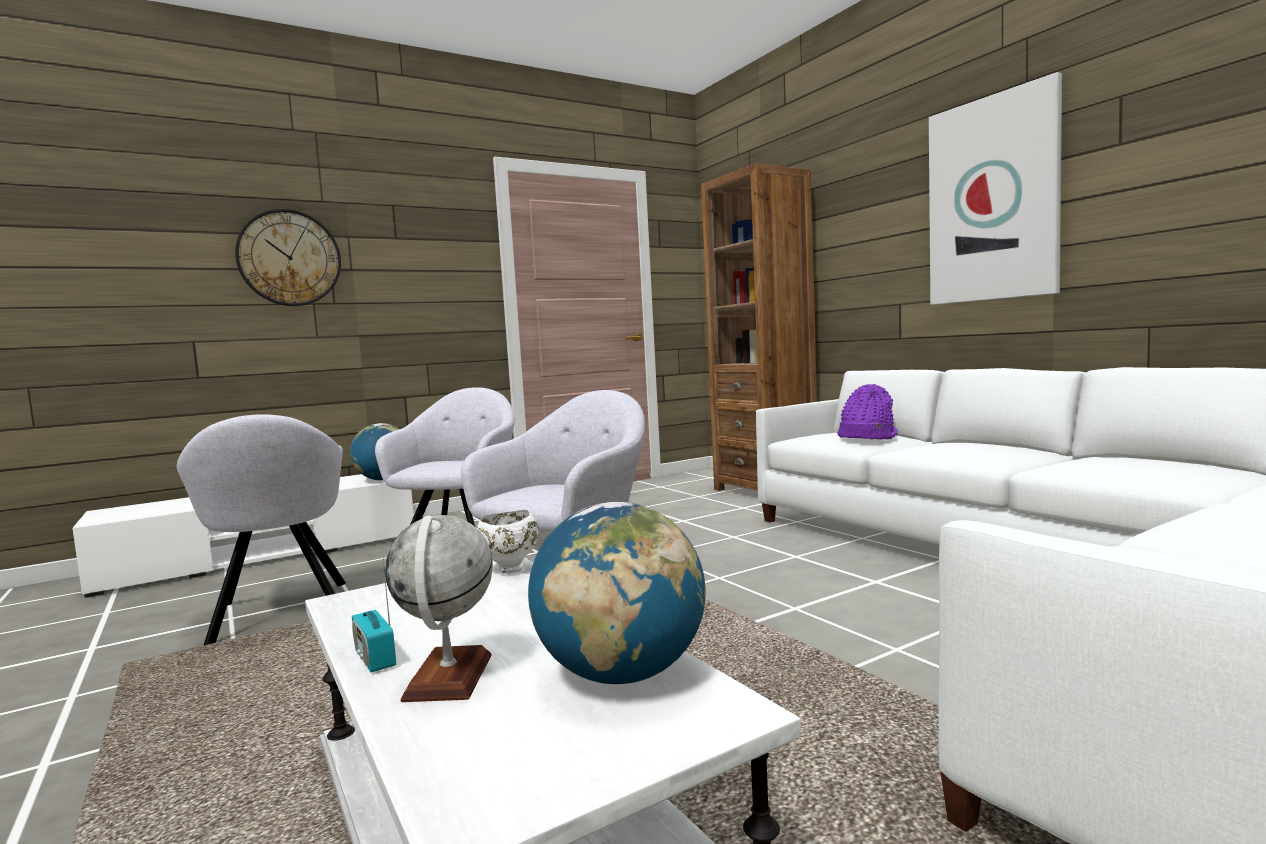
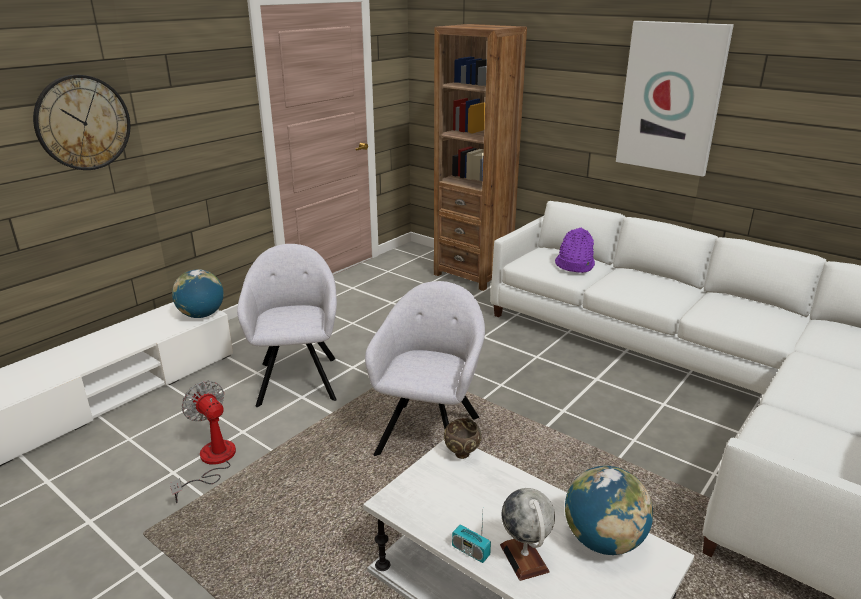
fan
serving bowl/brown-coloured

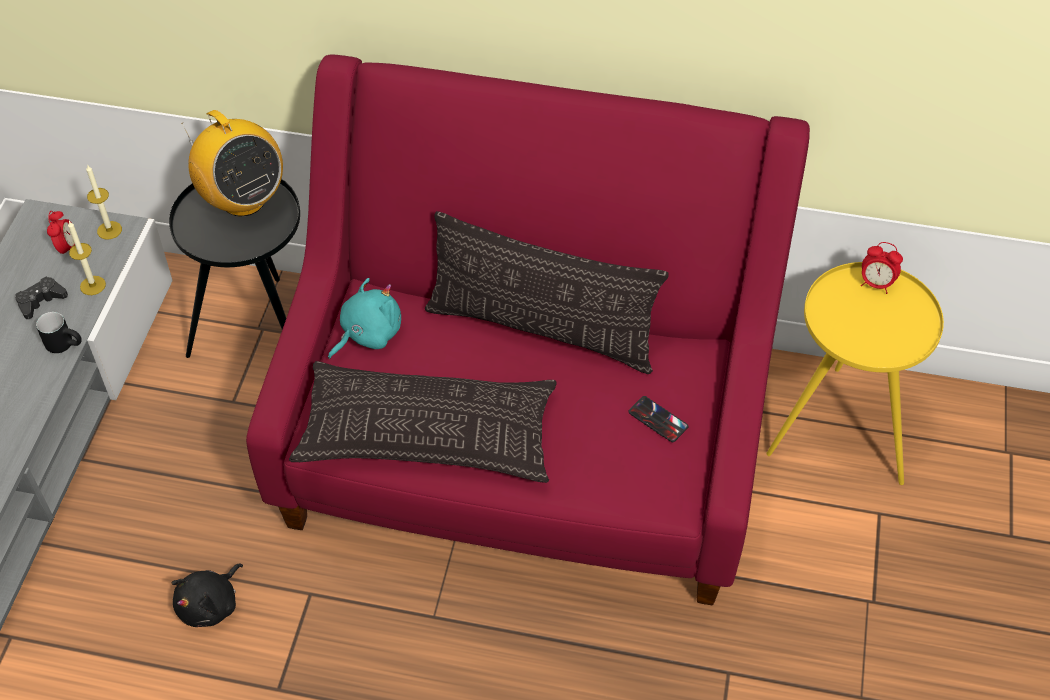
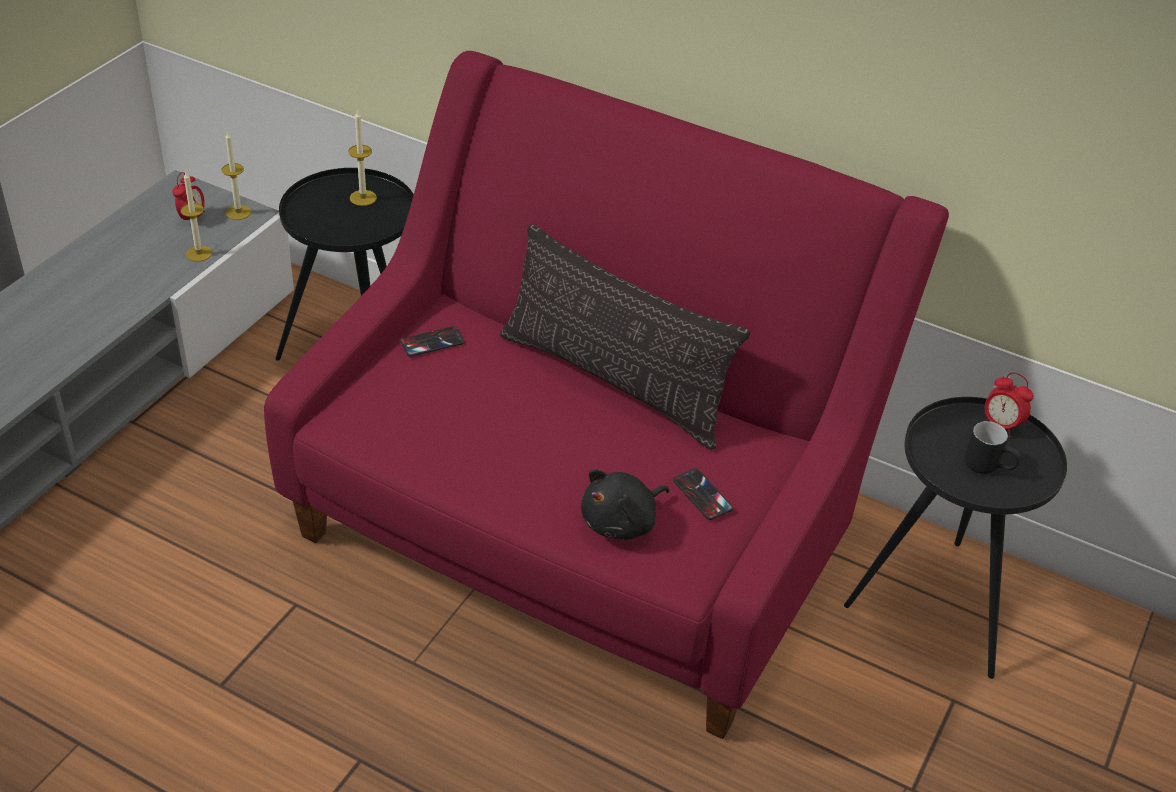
game controller/blackish
mug/blackish
soft toy/blackish
wax light (3rd from left)
cushion (1st from left in the first image)
telephone (1st from left)
accent table/blackish (2nd from left)

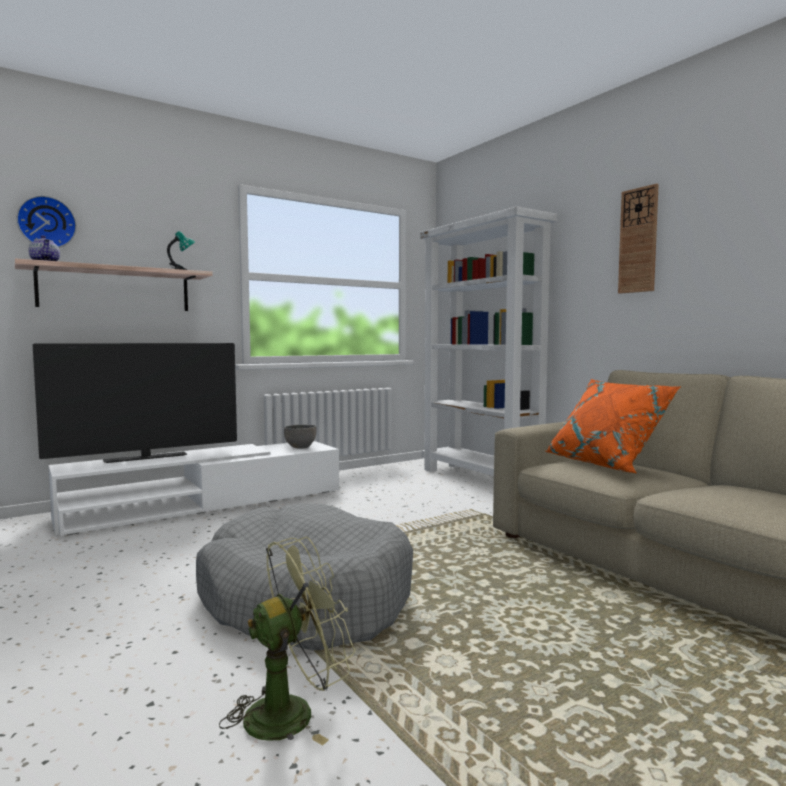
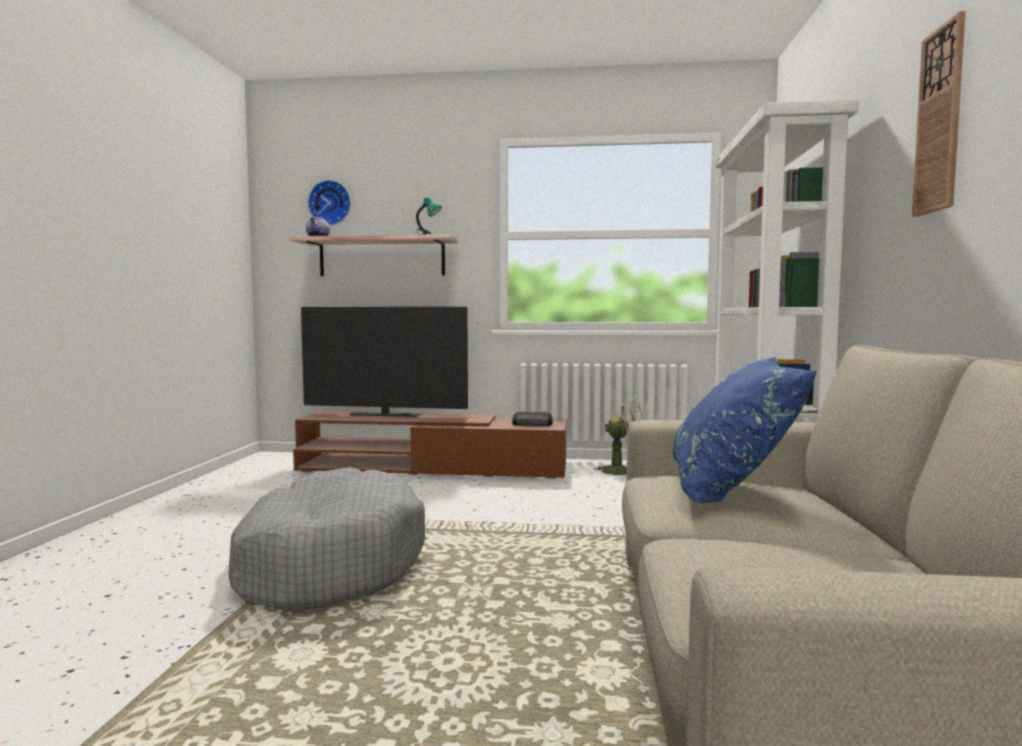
media console/brown-coloured
fan/greenish
radio receiver
cushion/blue

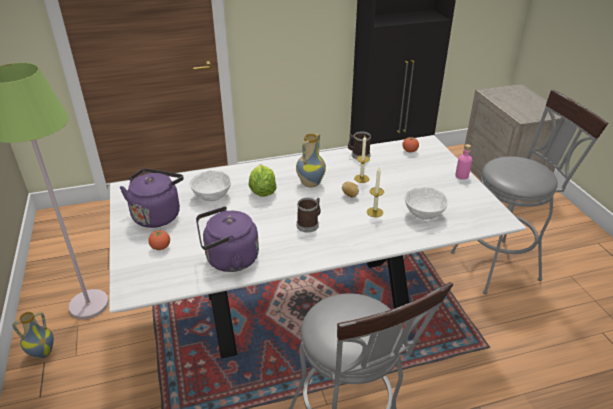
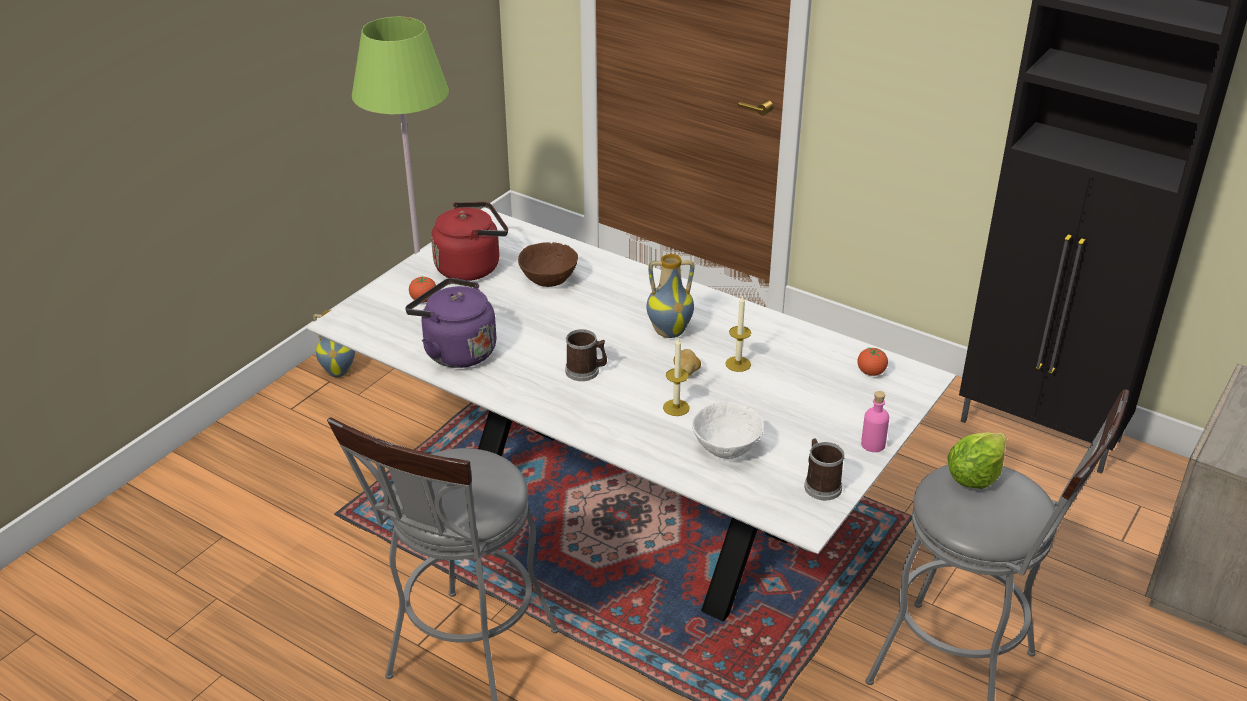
water kettle/reddish
serving bowl/brown-coloured
lettuce
mug (2nd from left)

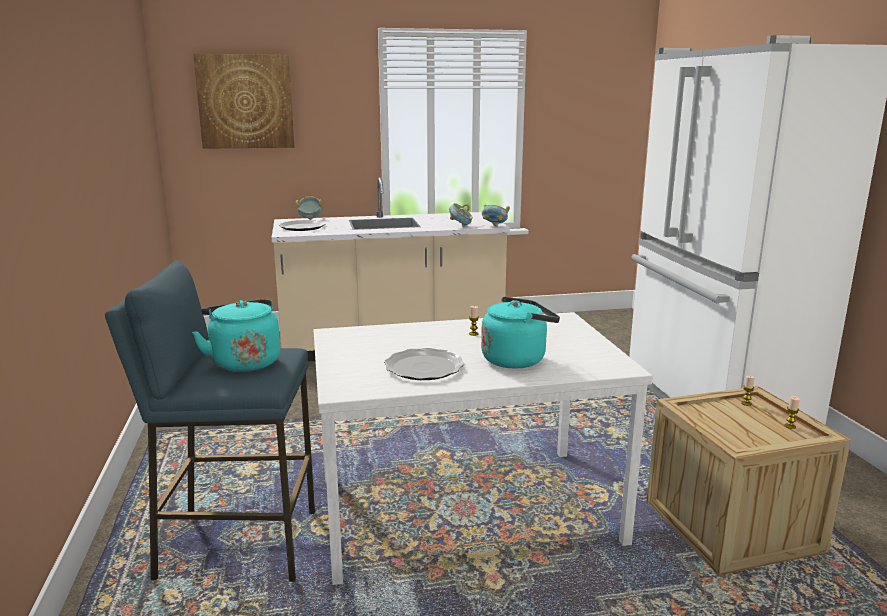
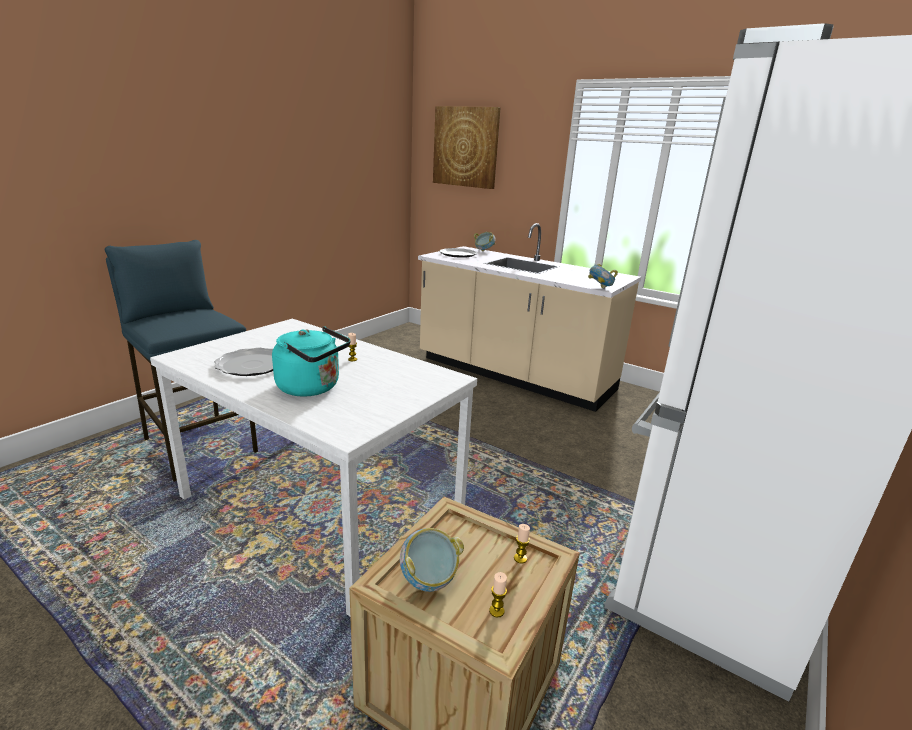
water kettle/blue-green (1st from left in the first image)
serving bowl (1st from left)

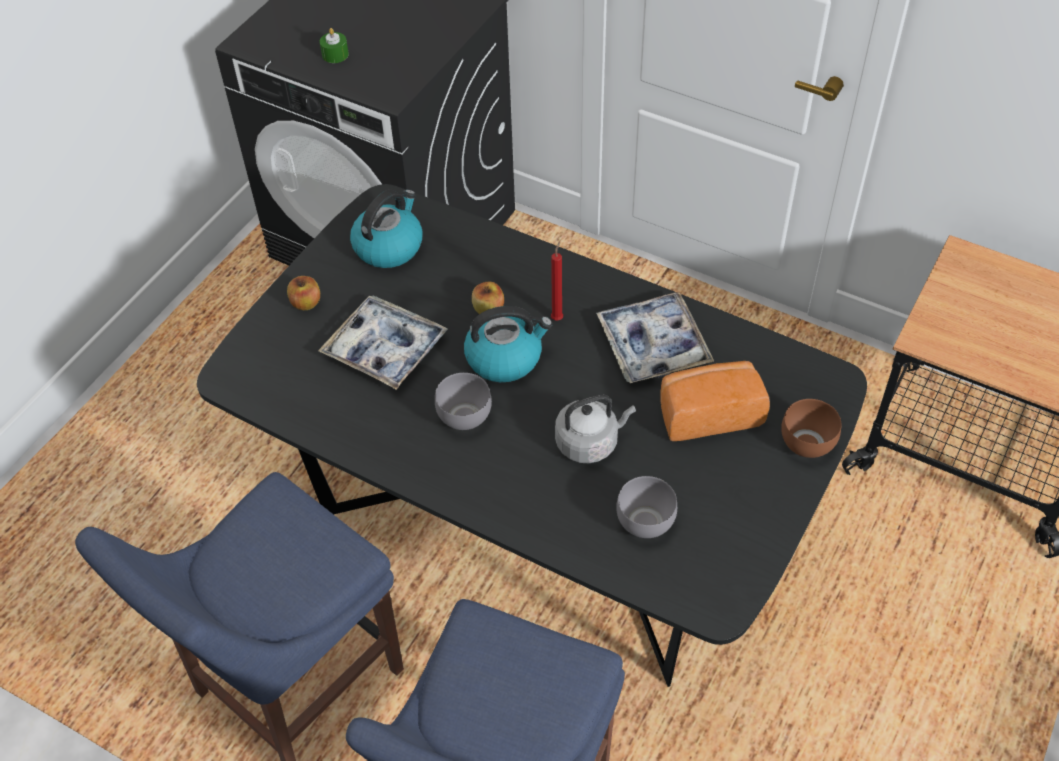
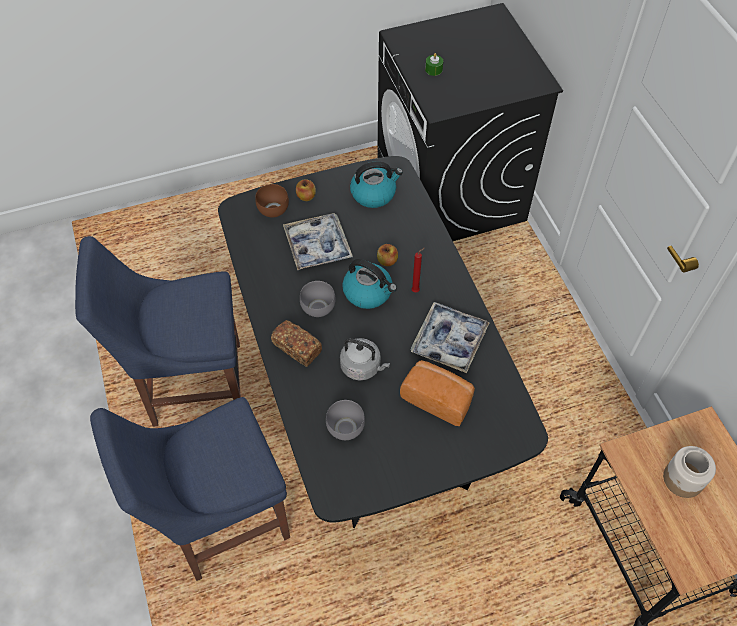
serving bowl/brown-coloured
bakery bread (1st from left)
storage jar

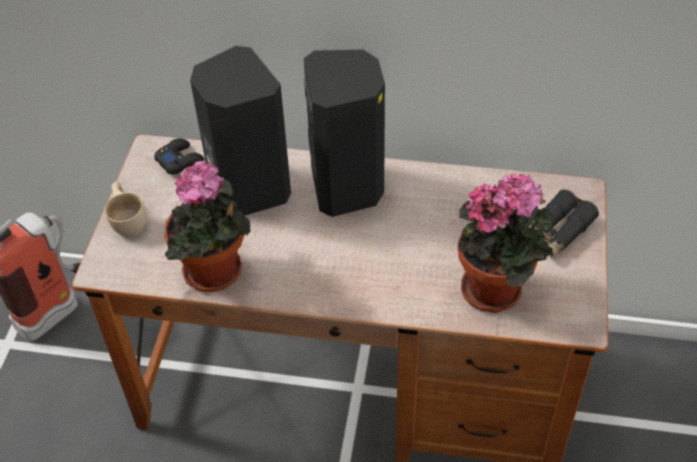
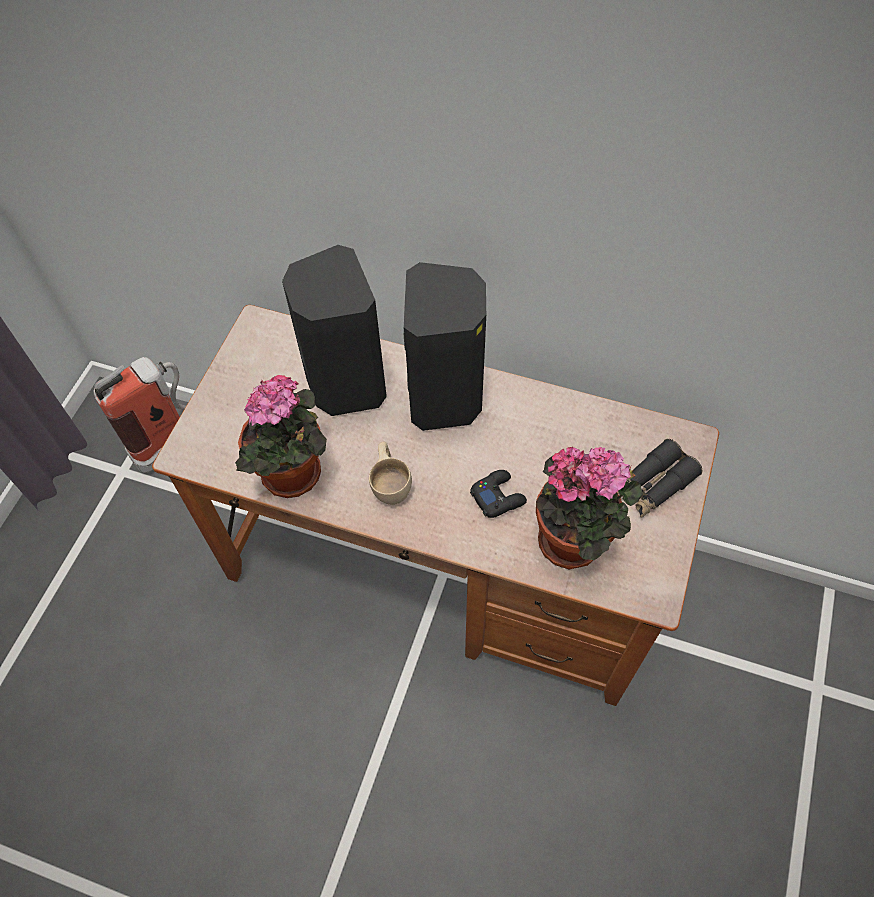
drinking cup/sand-coloured
game controller/blackish

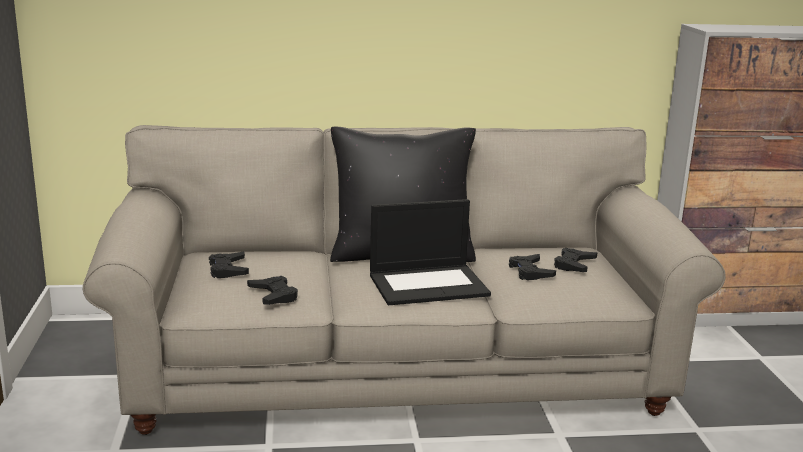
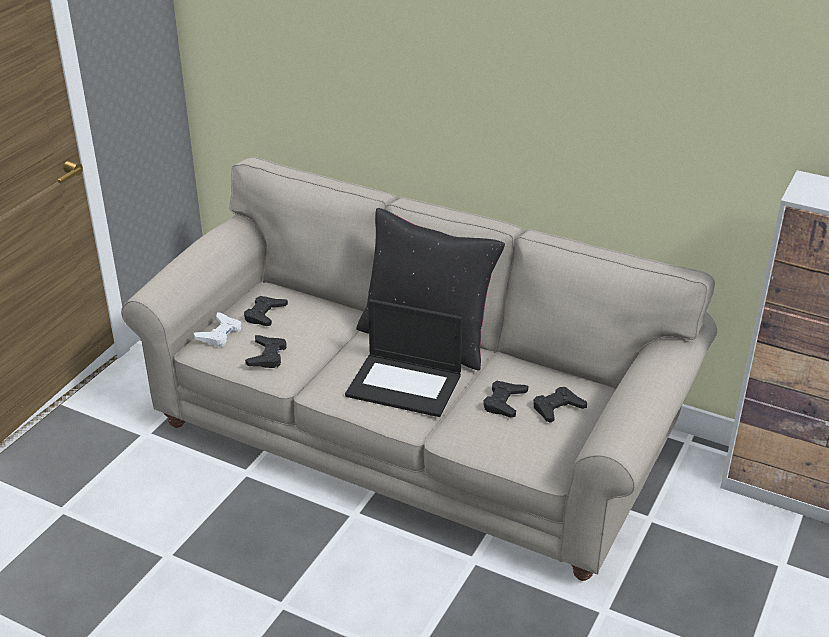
game controller/white-coloured

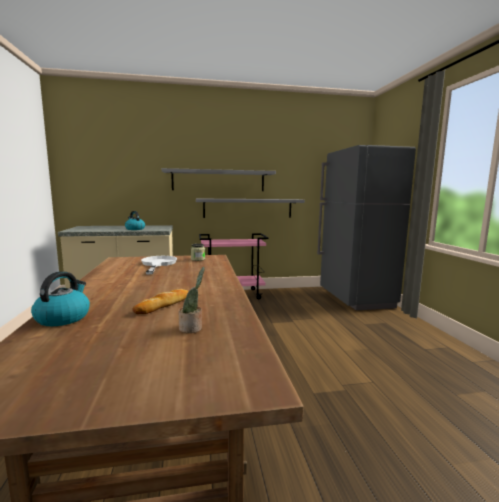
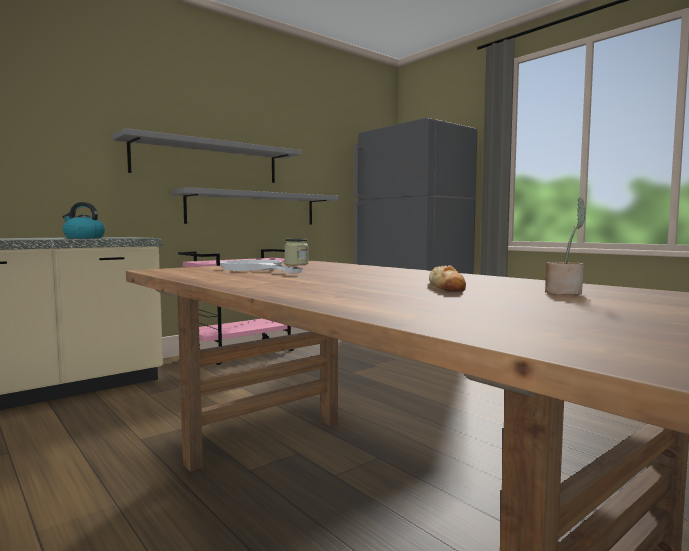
water kettle (1st from left in the first image)

